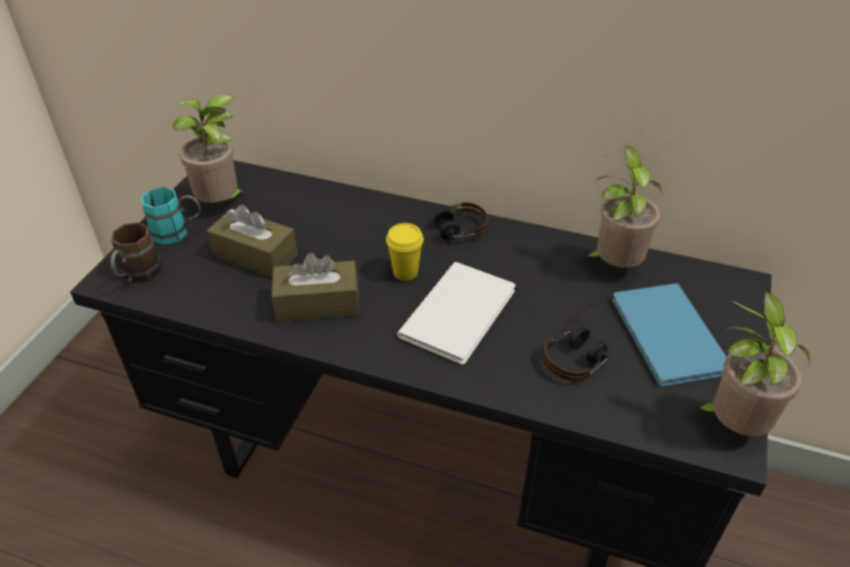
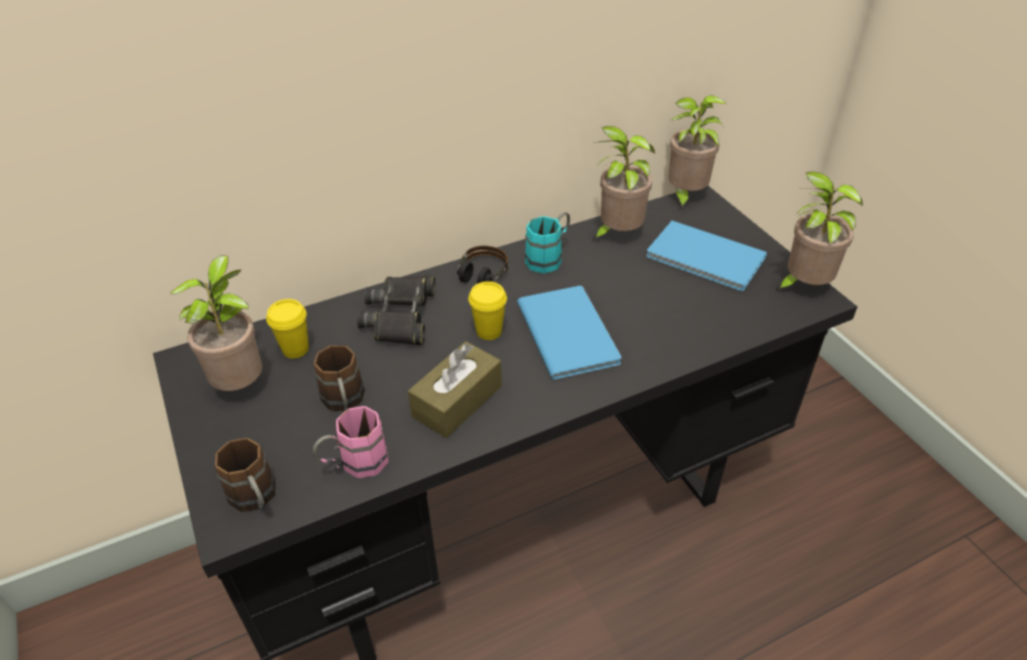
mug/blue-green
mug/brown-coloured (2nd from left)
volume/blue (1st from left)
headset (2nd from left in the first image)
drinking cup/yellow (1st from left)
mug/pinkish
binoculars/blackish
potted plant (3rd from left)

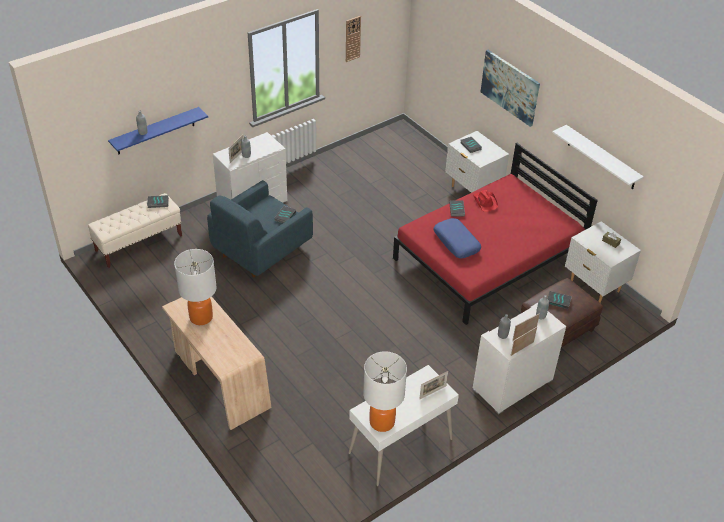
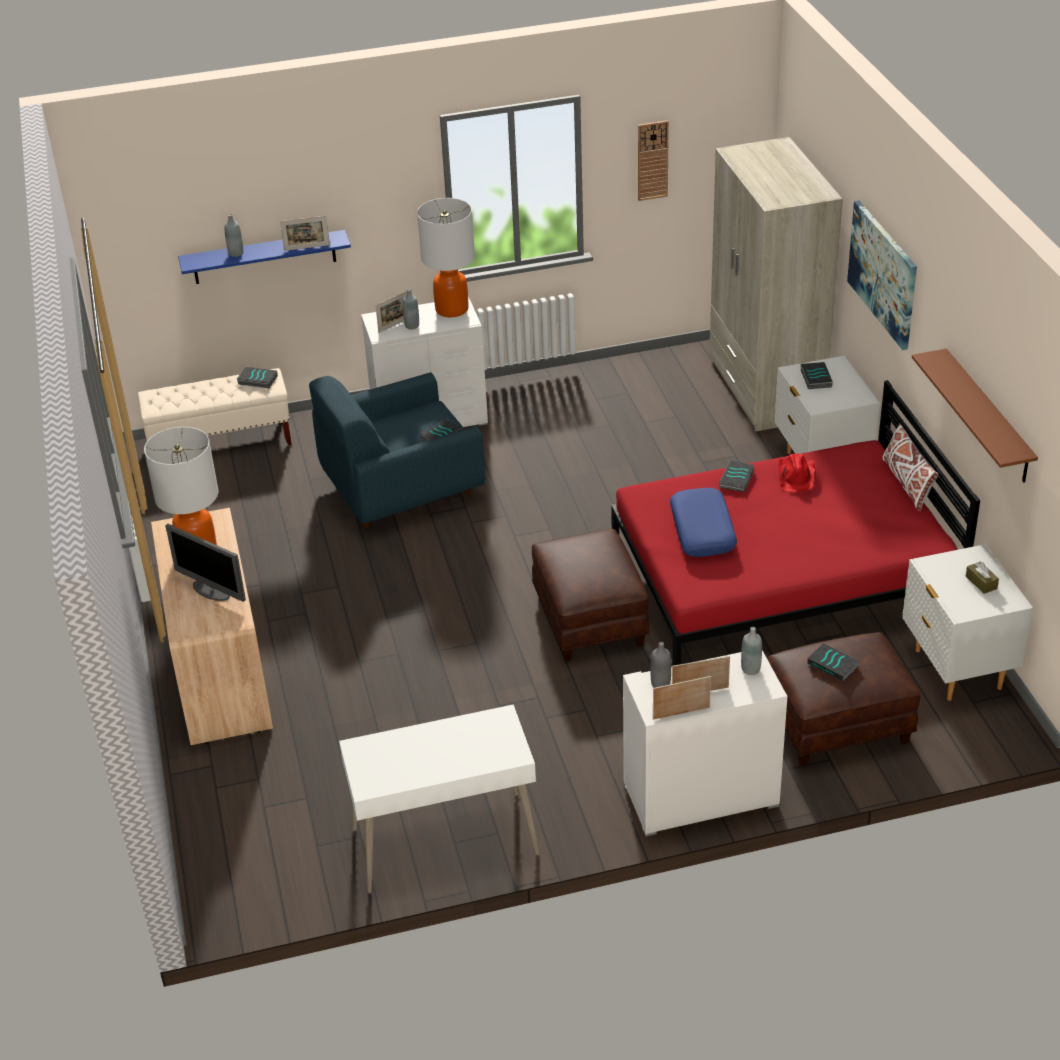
table lamp (2nd from left)
standing frame (1st from left)
shelf/brown-coloured
monitor
pouffe/brown-coloured (1st from left)
wardrobe/sand-coloured
cushion/white-coloured

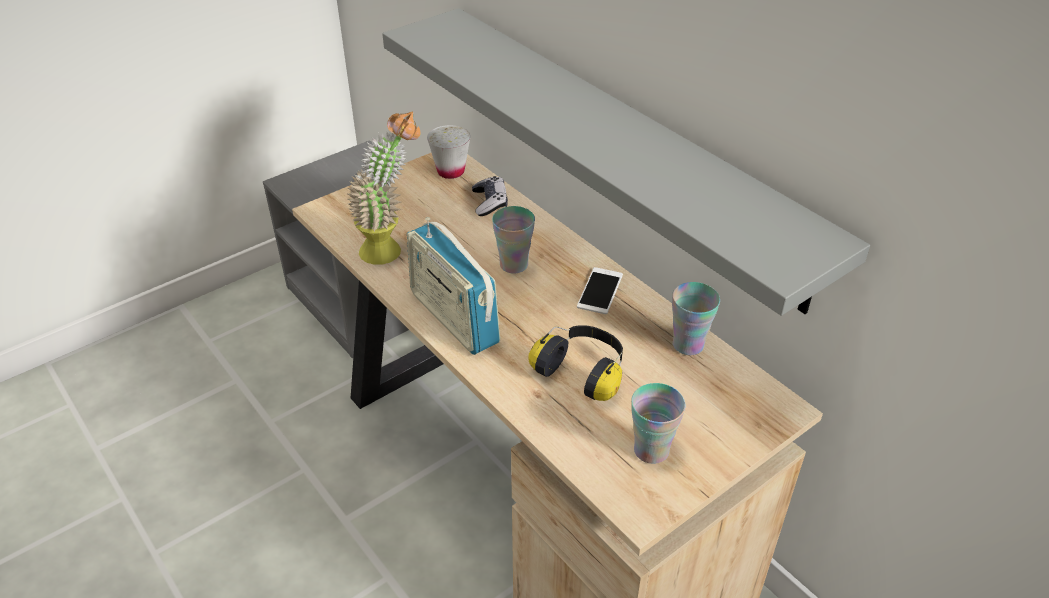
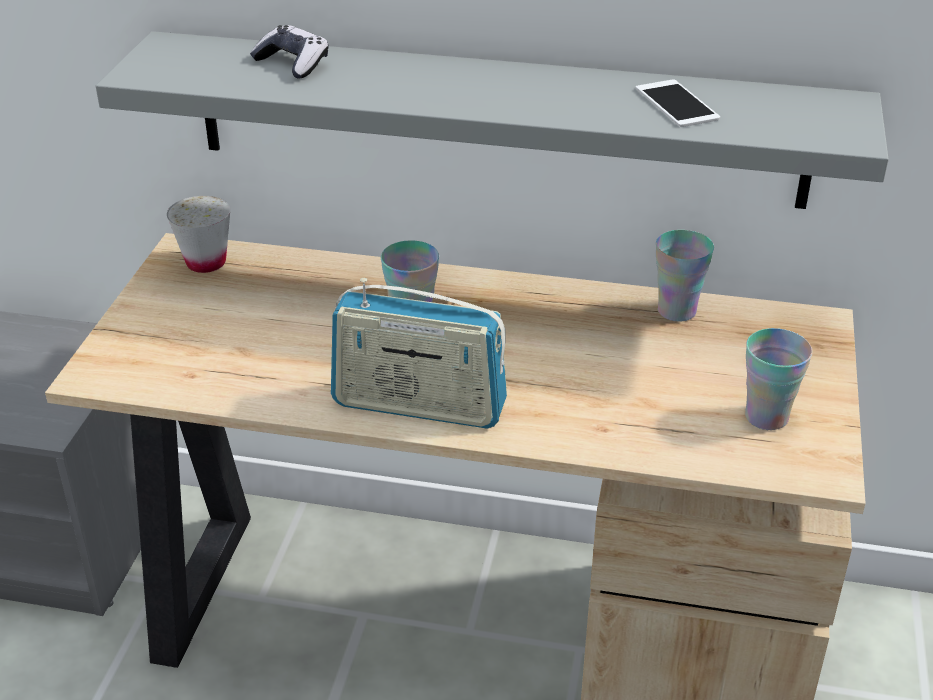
potted plant
game controller
headset
telephone

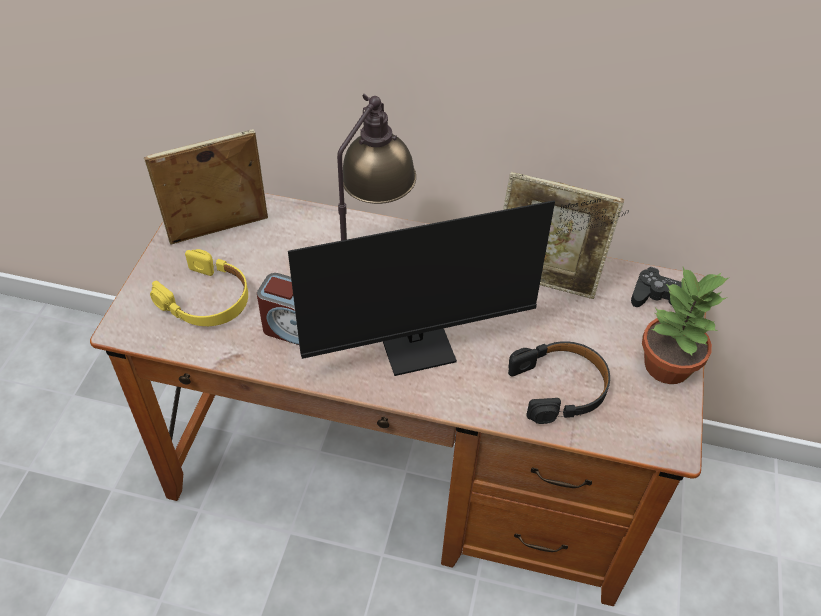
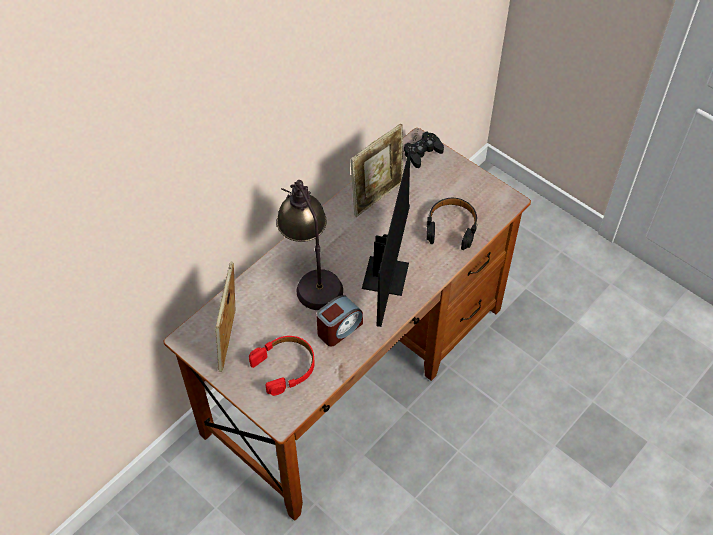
headset/reddish
potted plant

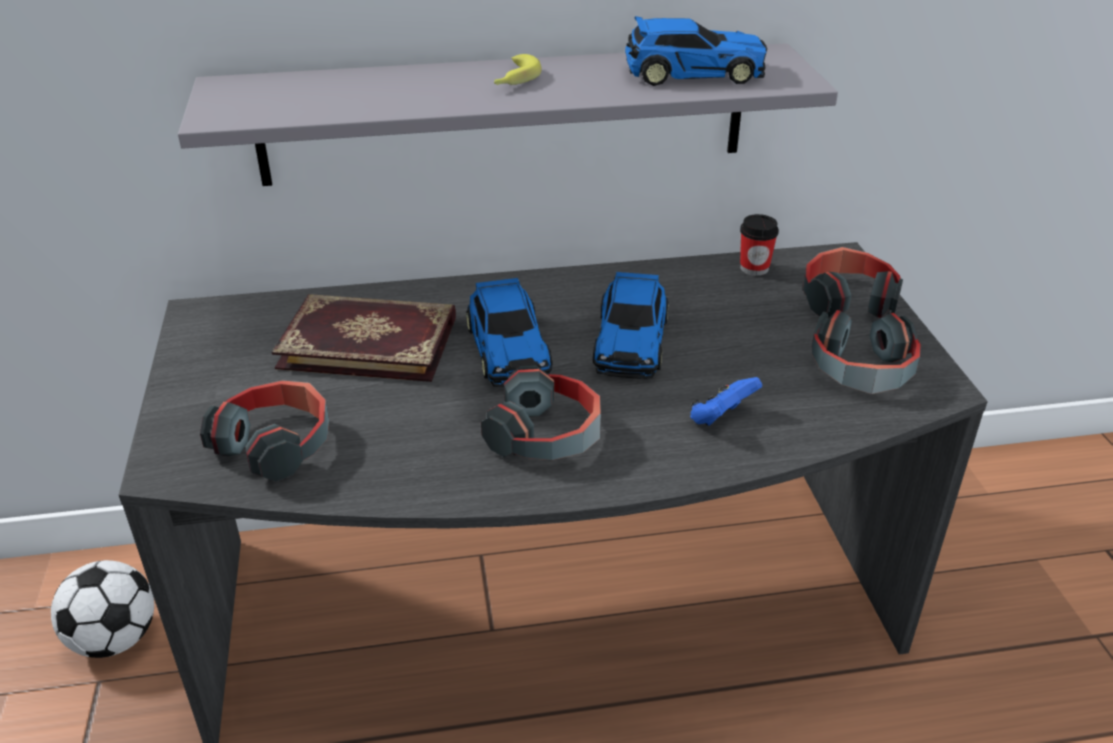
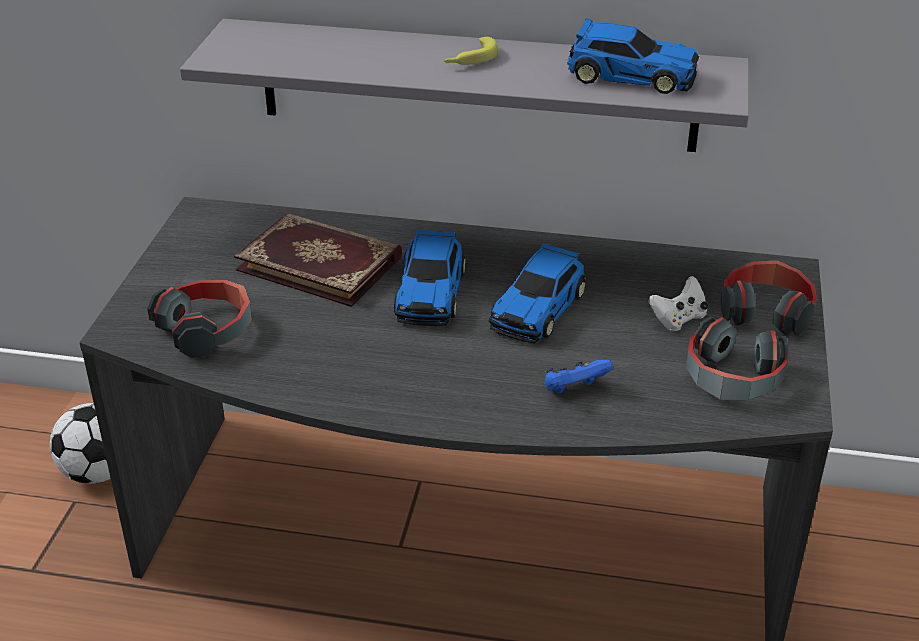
headset (2nd from left in the first image)
drinking cup
game controller/white-coloured

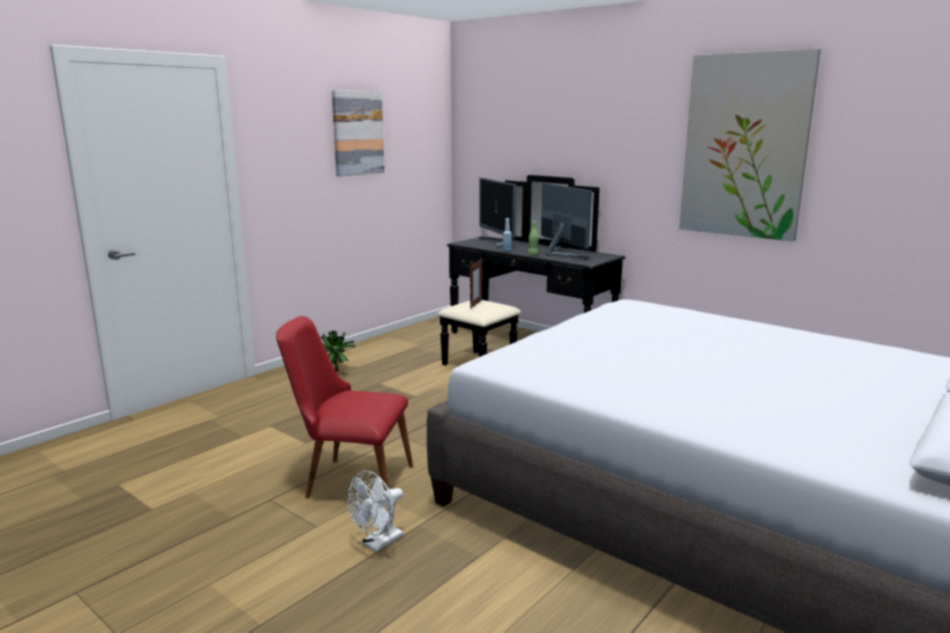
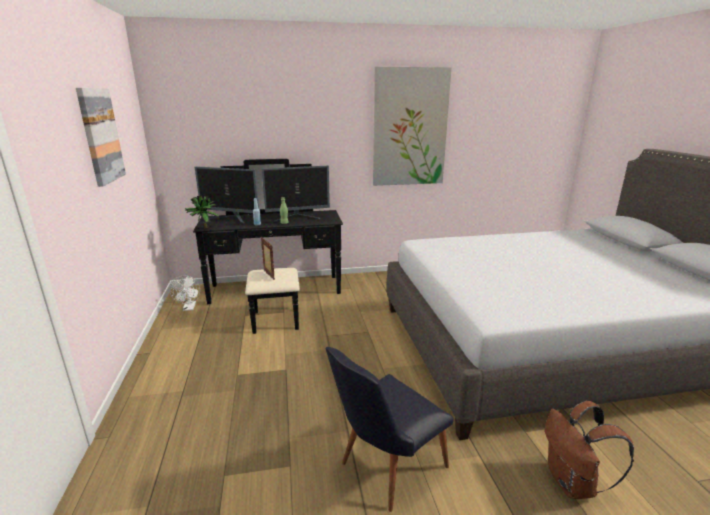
plain chair/blackish
potted plant
fan/white-coloured
monitor (2nd from left)
knapsack/brown-coloured

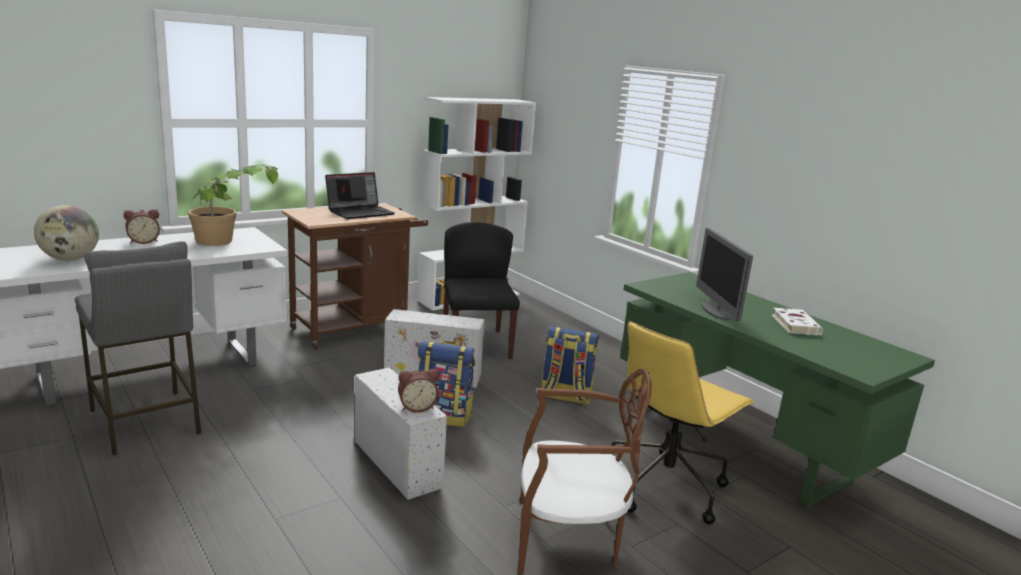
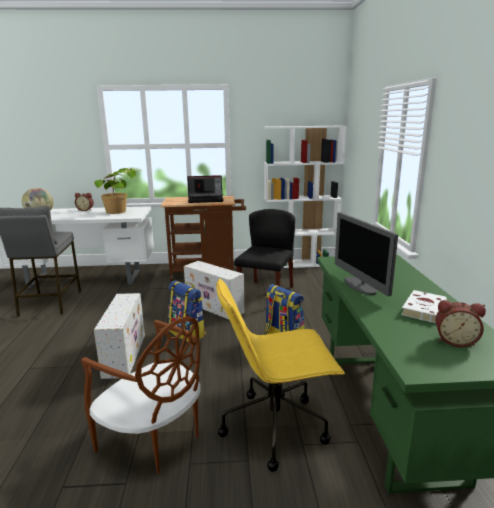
bedside clock (2nd from left)
monitor

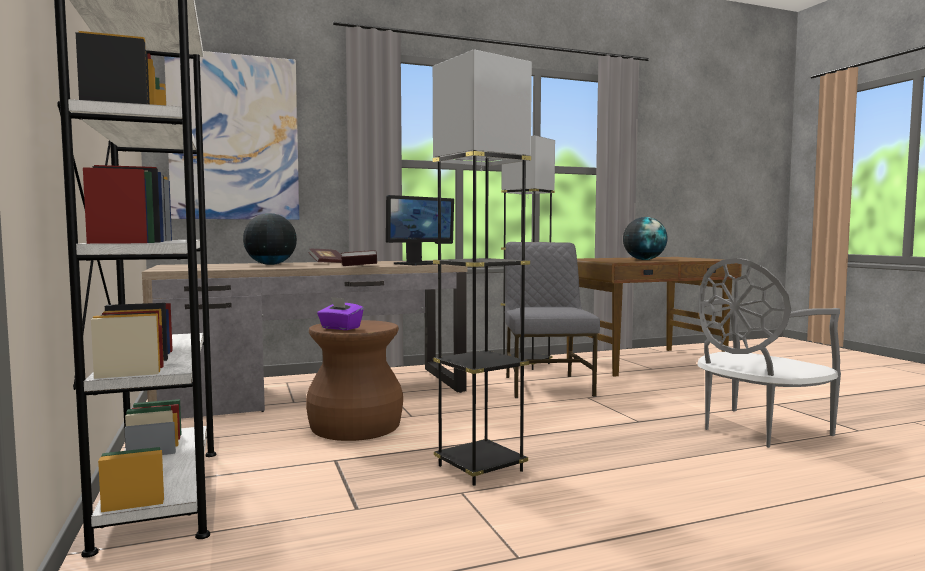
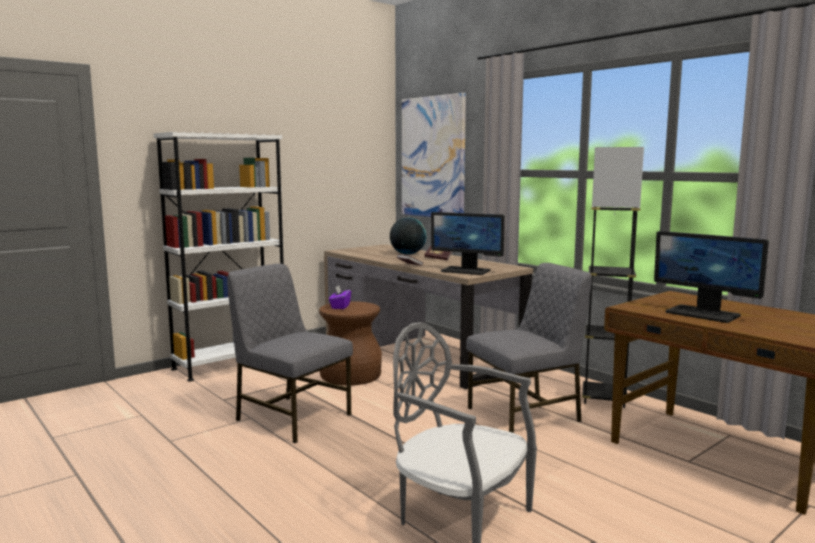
plain chair/gray (1st from left)
monitor (2nd from left)

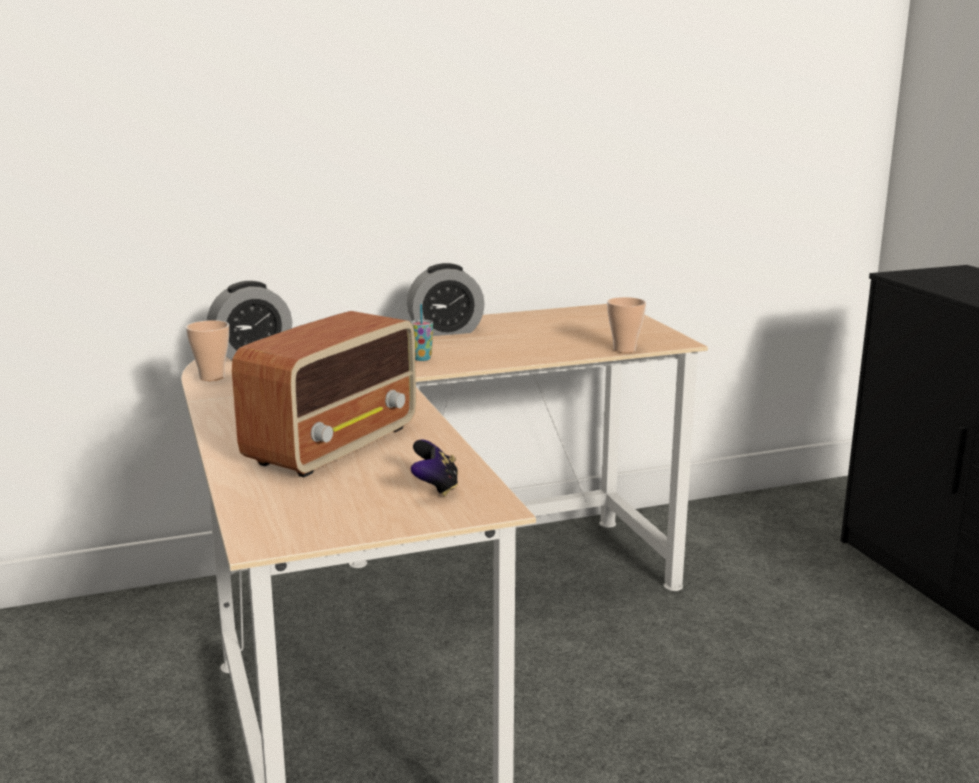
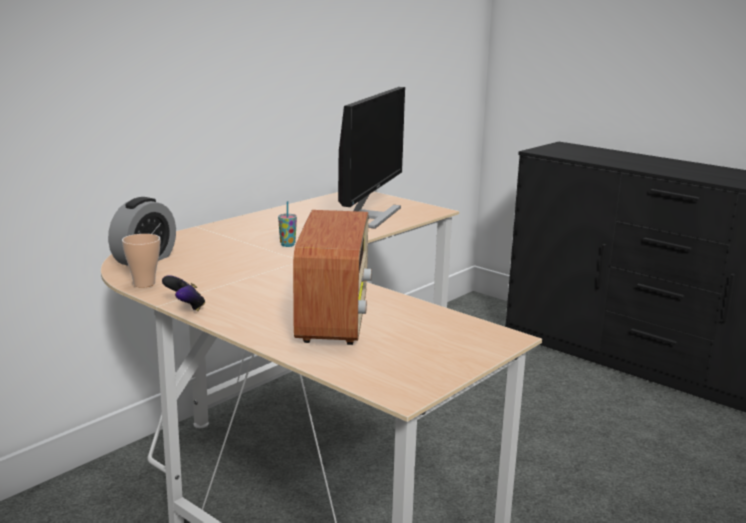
bedside clock (2nd from left in the first image)
game controller
drinking cup (3rd from left in the first image)
monitor

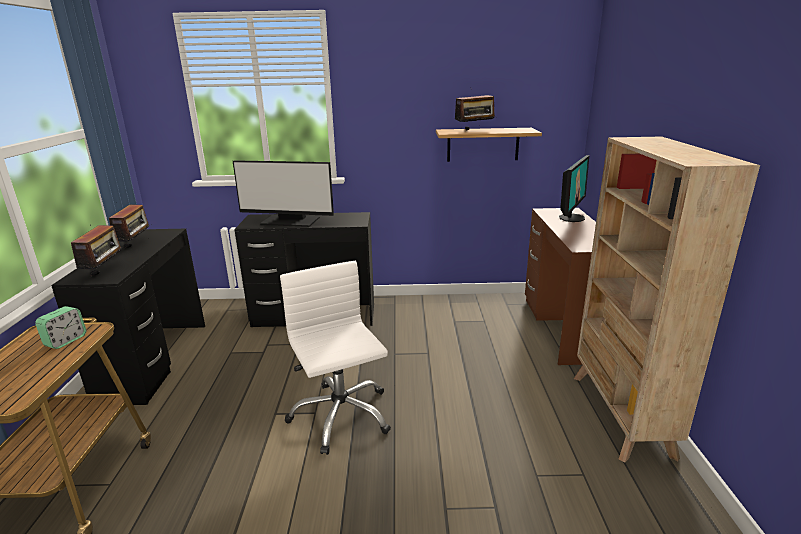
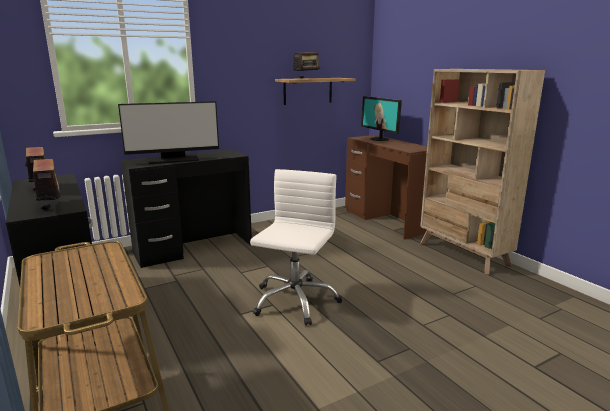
bedside clock
desk chair/white-coloured
monitor (2nd from left)

